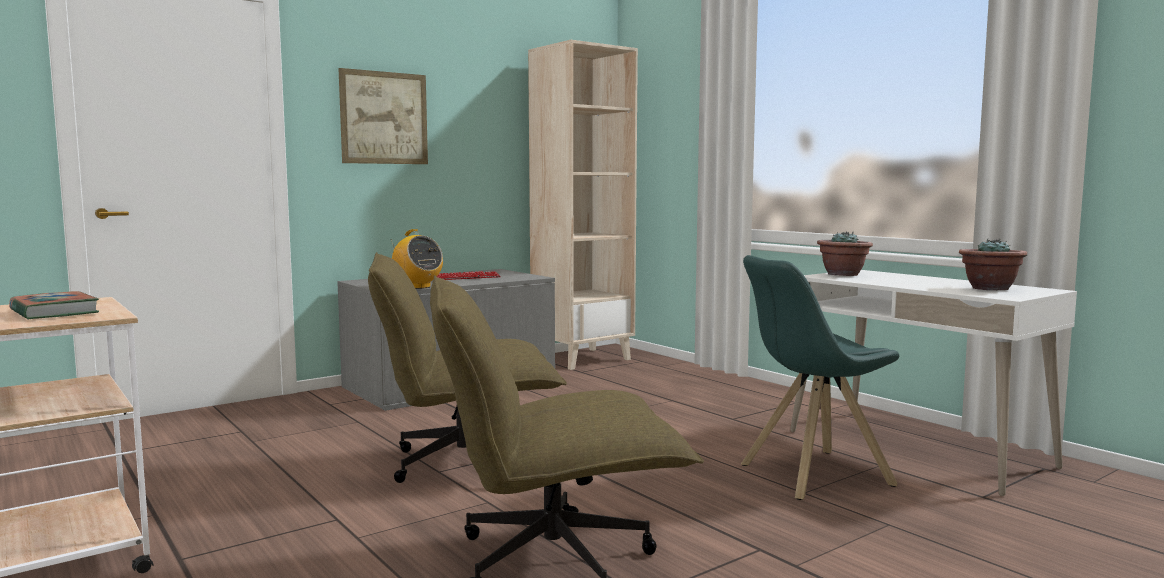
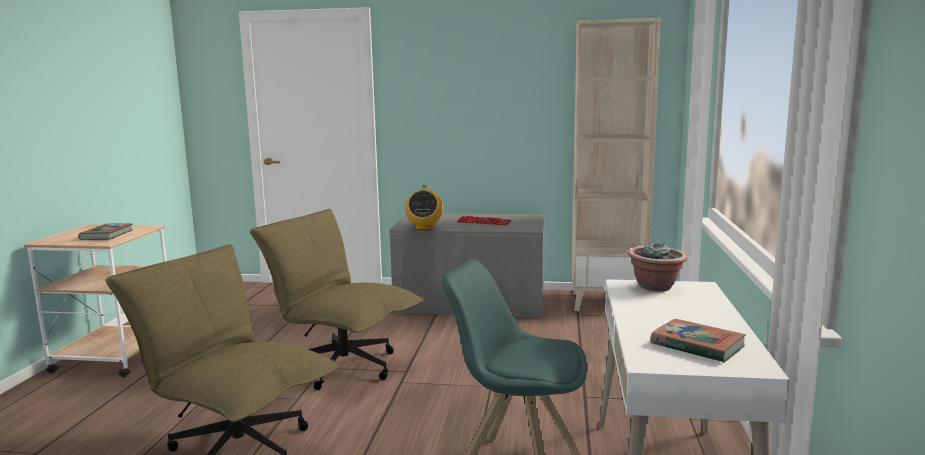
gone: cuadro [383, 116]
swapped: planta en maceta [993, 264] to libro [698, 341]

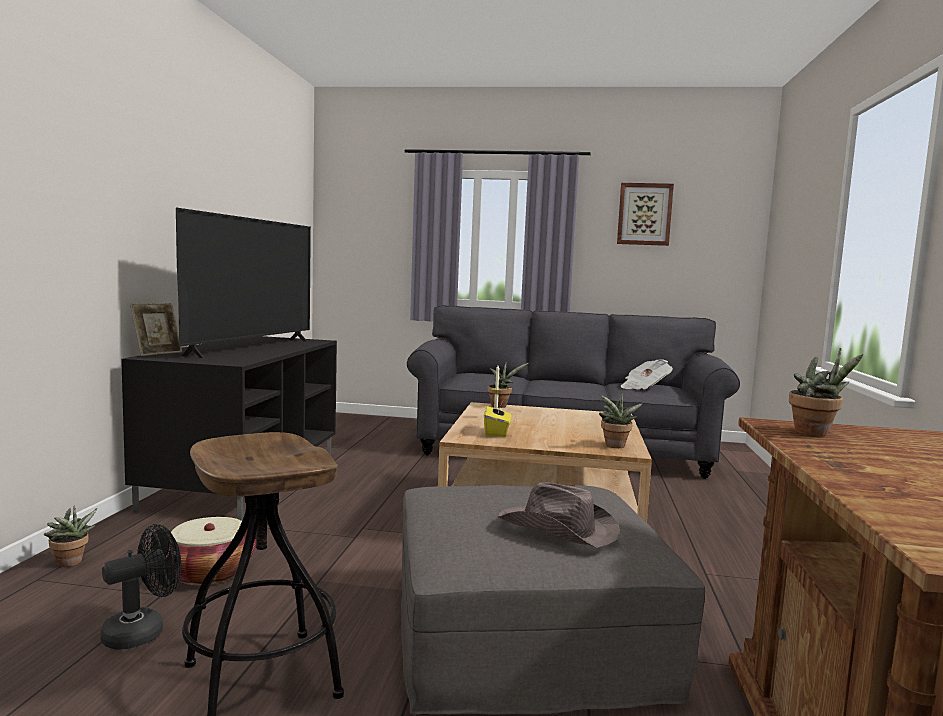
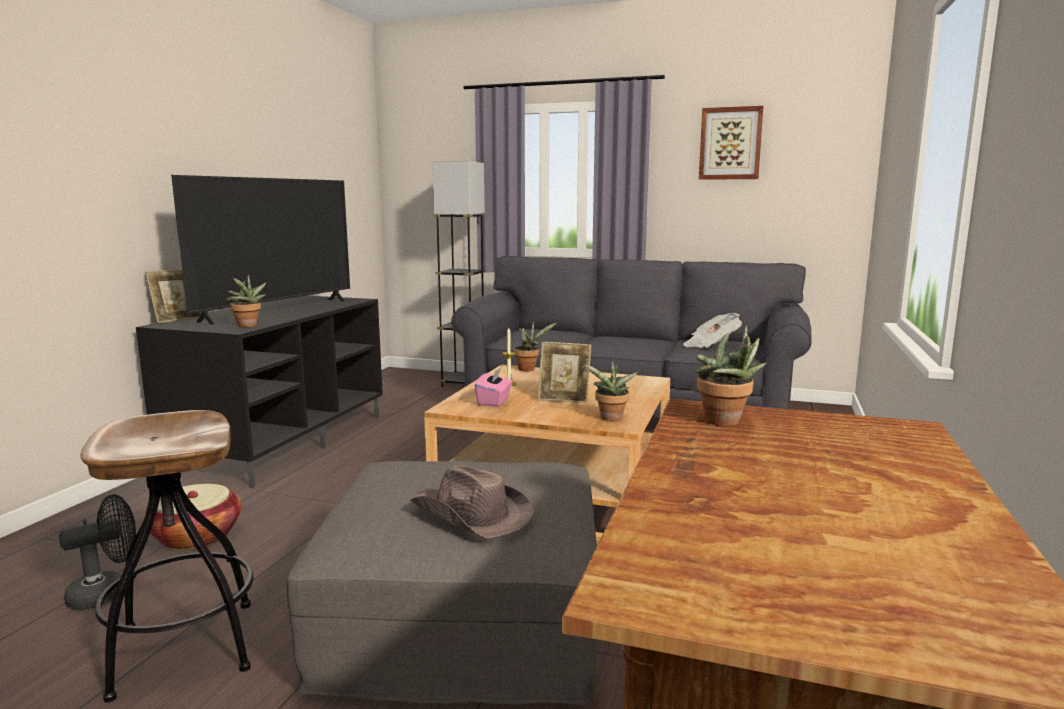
new: lámpara de pie (gris) [459, 274]; portarretratos [564, 372]
shifted: planta en maceta [70, 536] to [246, 301]
repainted: caja de pañuelos (amarillo) [497, 420] to caja de pañuelos (rosa) [493, 387]

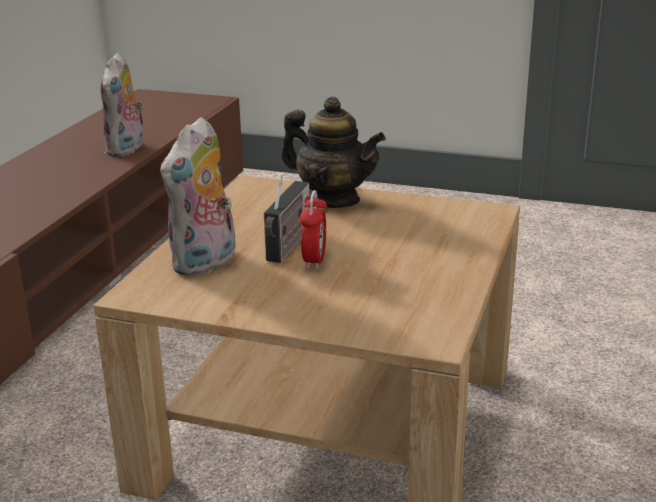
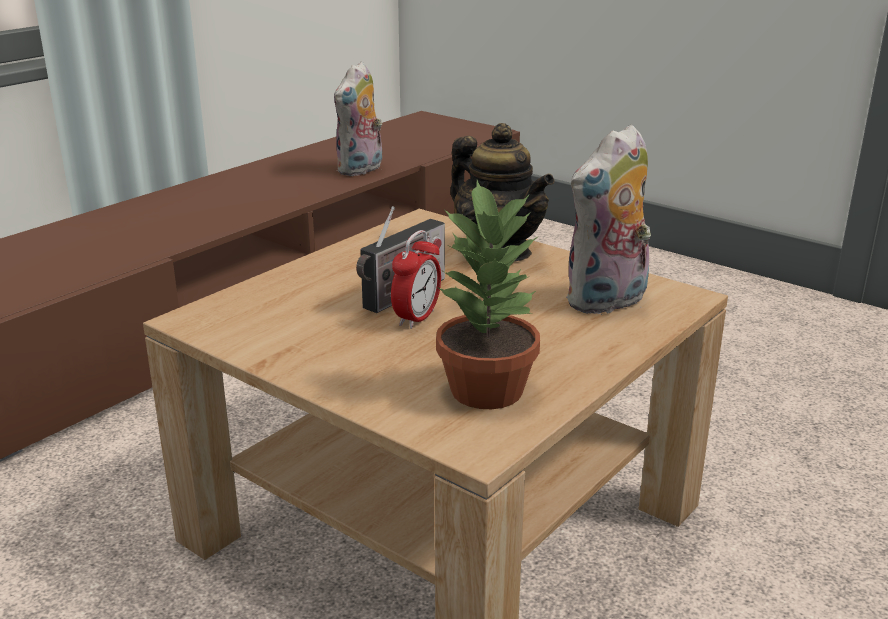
new: planta en maceta [488, 294]
shifted: peluche [197, 197] to [608, 219]

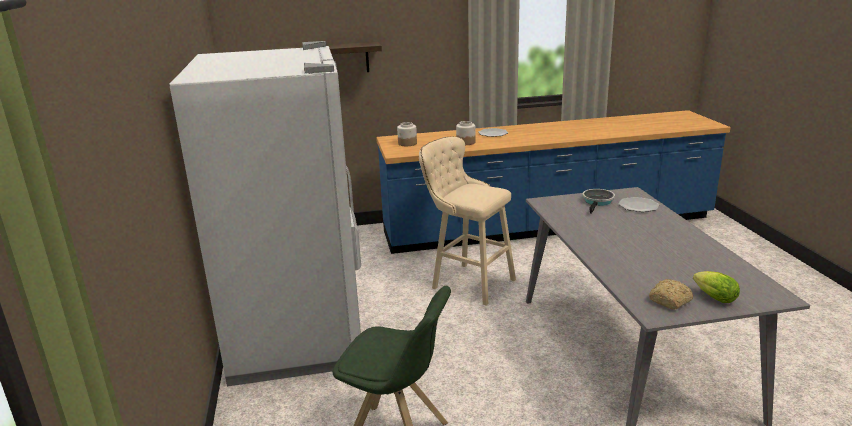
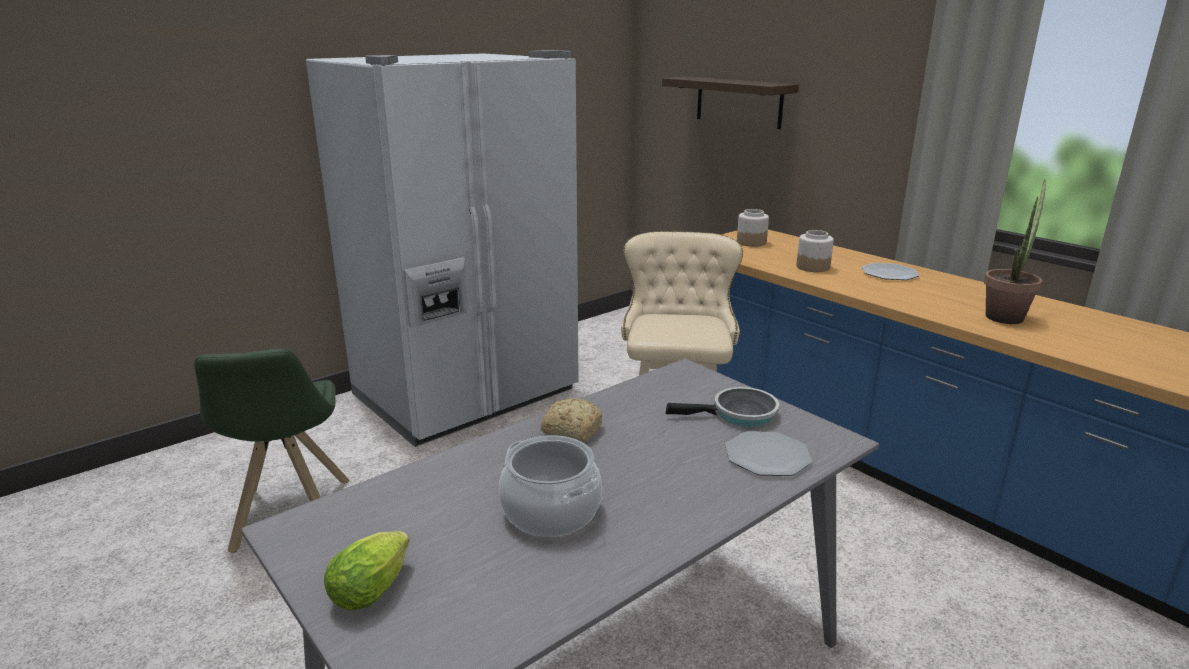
new: olla [550, 486]; planta en maceta [1015, 251]
shifted: pan [671, 294] to [571, 420]

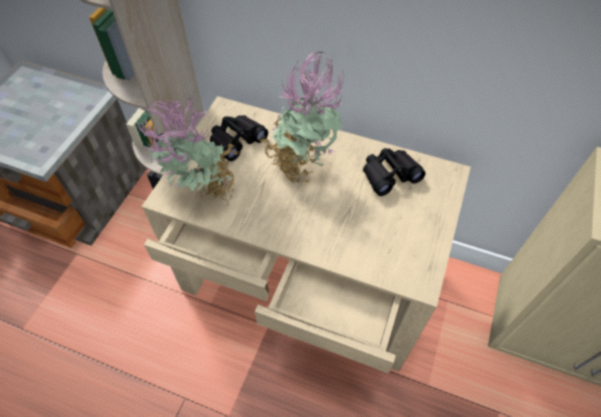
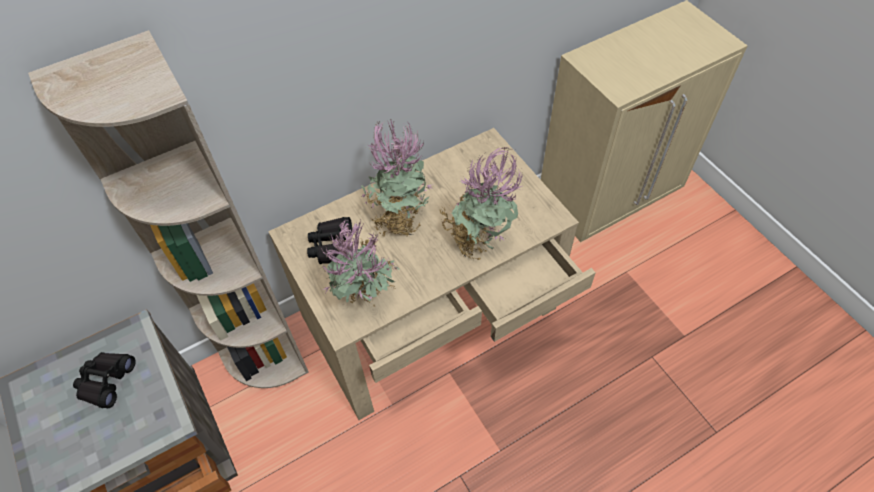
new: planta en maceta [481, 203]
shifted: prismáticos (negro) [394, 172] to [104, 380]

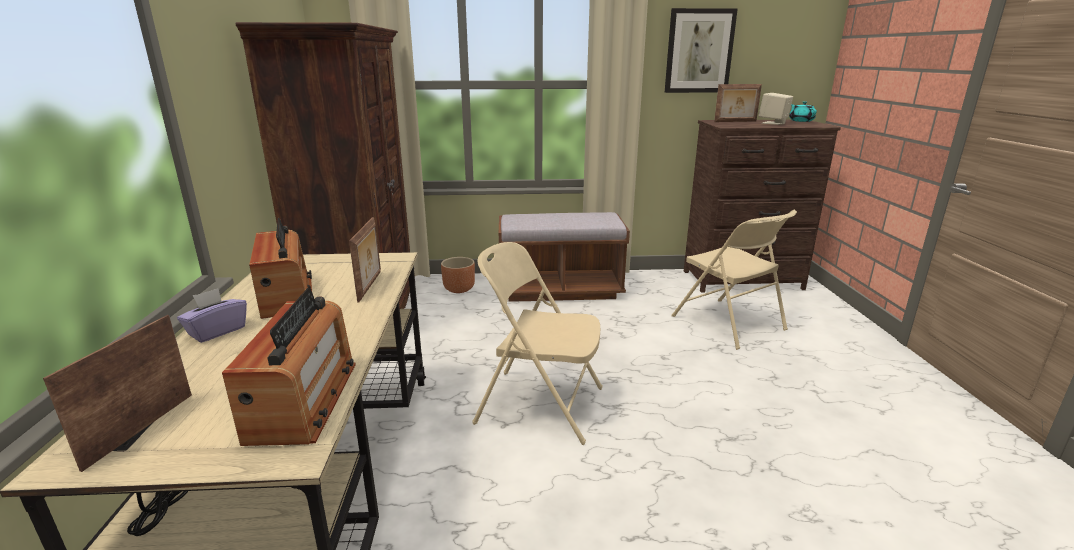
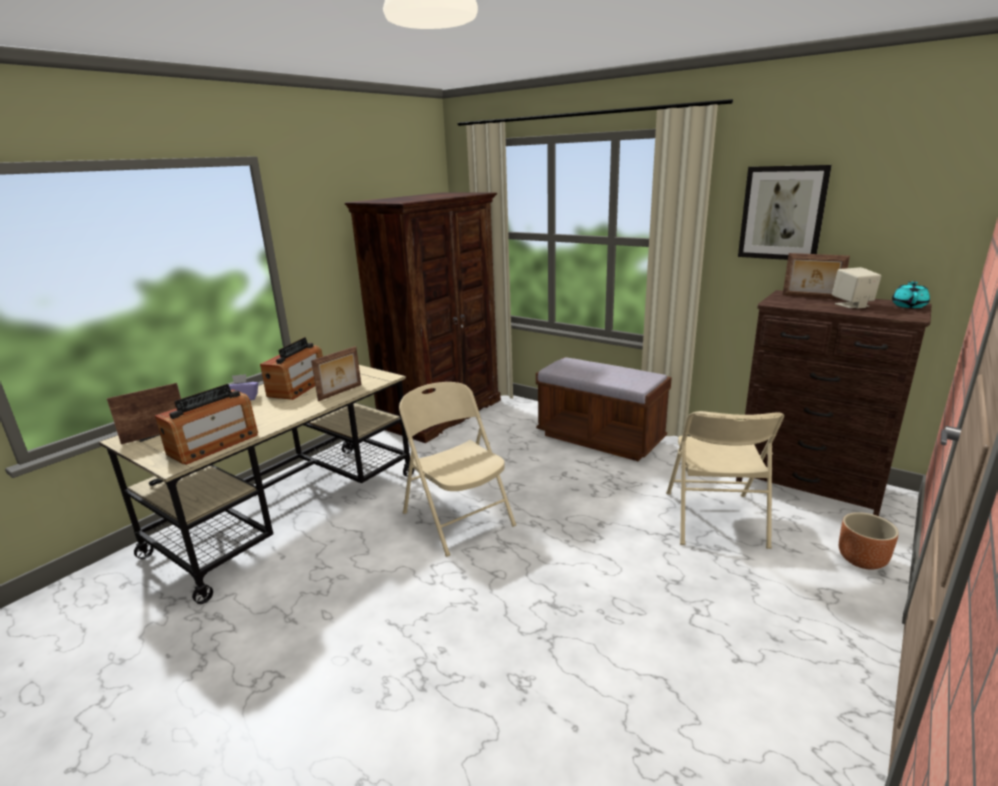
shifted: maceta (marrón) [458, 275] to [869, 540]

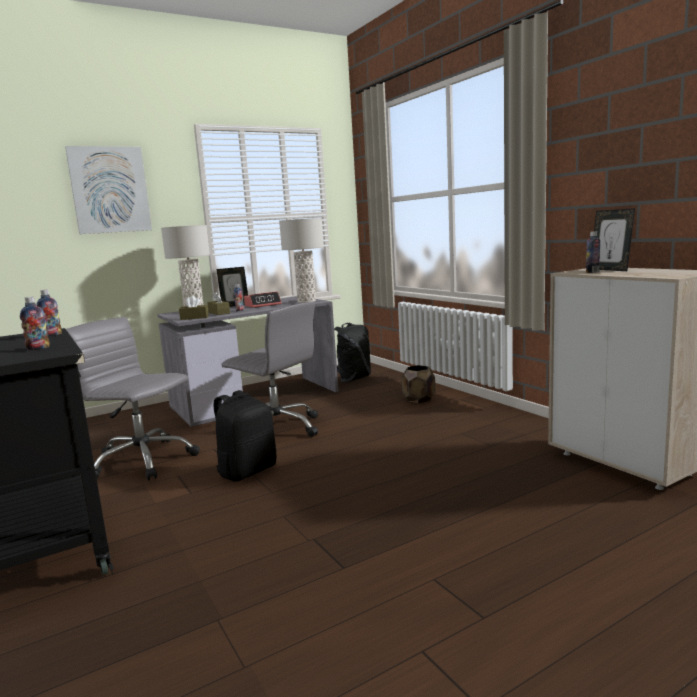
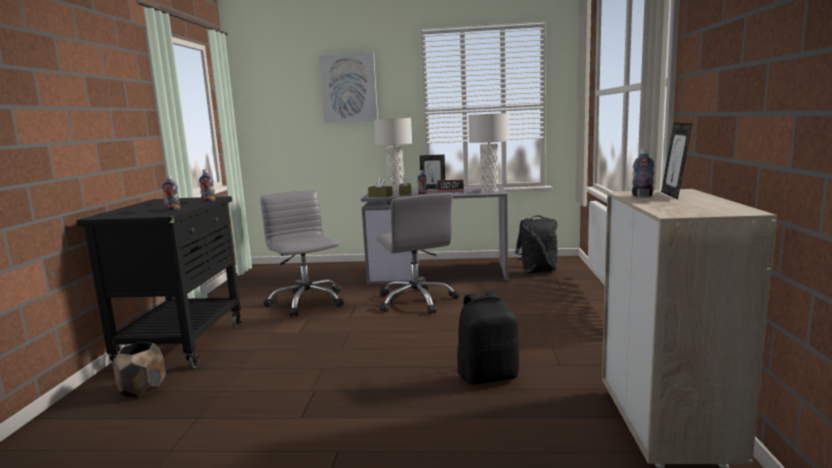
shifted: mochila (negro) [245, 436] to [488, 338]; maceta (marrón) [418, 384] to [139, 370]

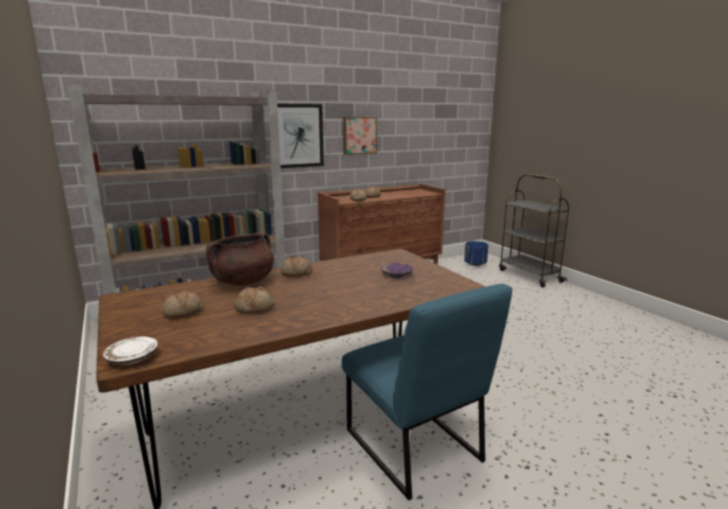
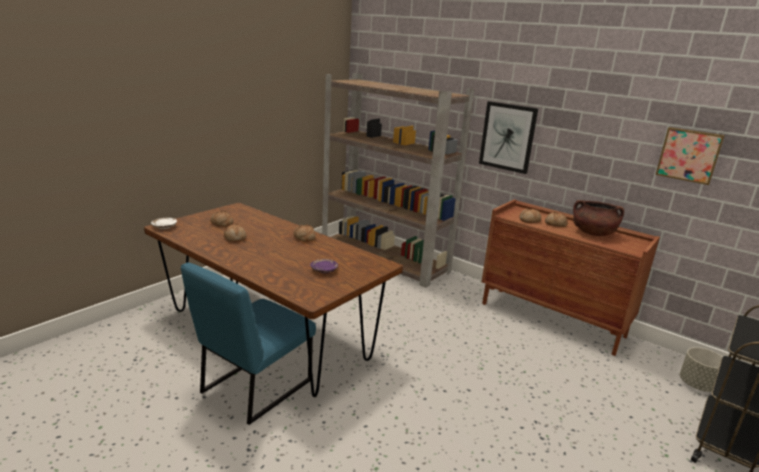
shifted: olla (marrón) [240, 258] to [598, 218]; cuadro [360, 136] to [690, 156]
repainted: maceta (azul) [476, 253] to maceta (gris) [701, 369]

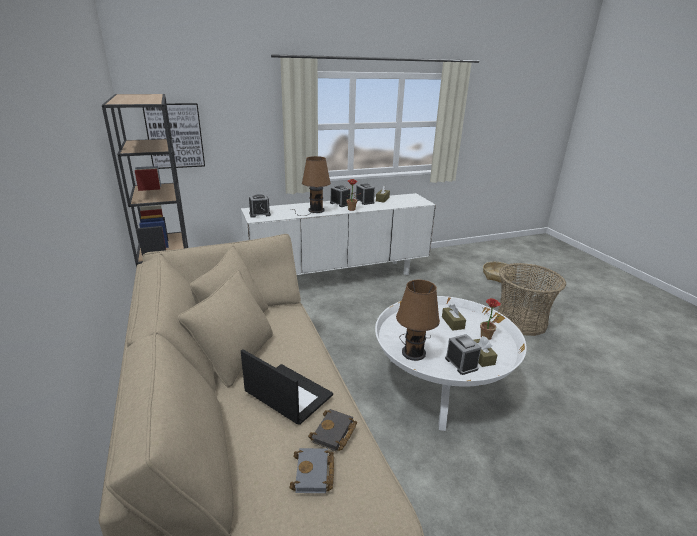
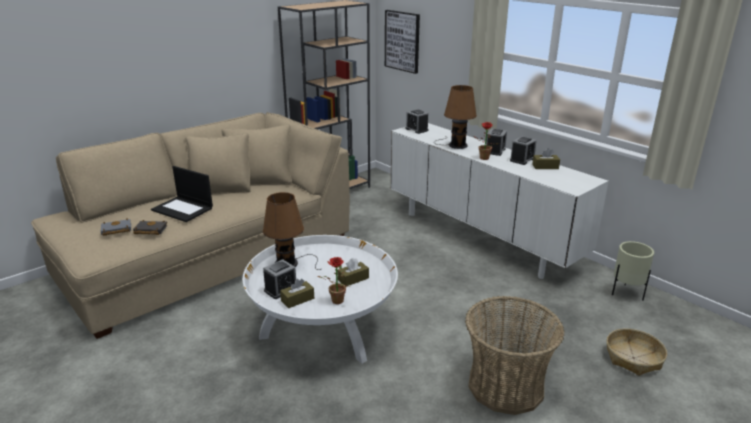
new: maceta (beis) [633, 271]
rotated: portátil [287, 387] = [182, 194] 105 degrees clockwise

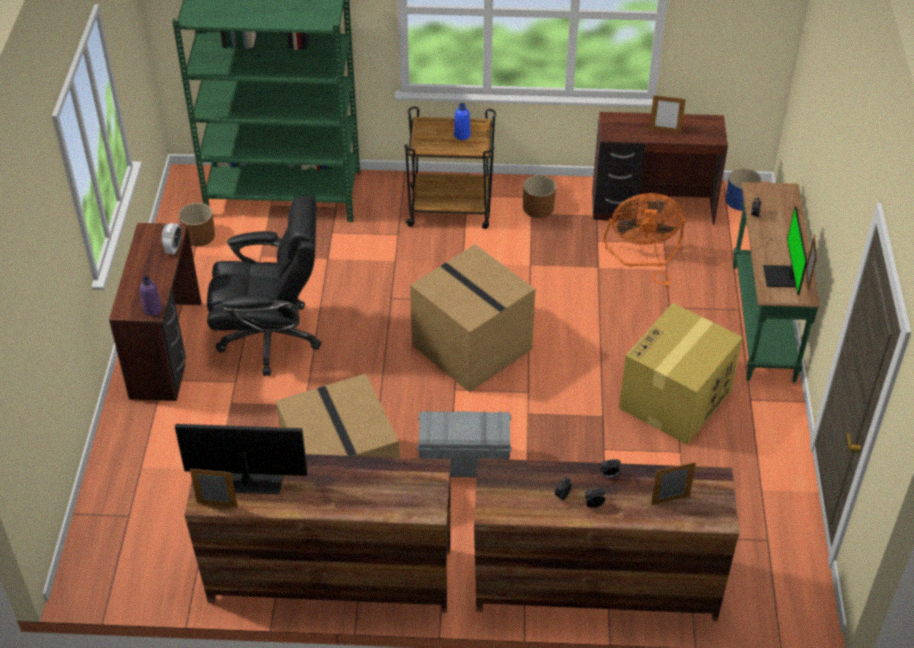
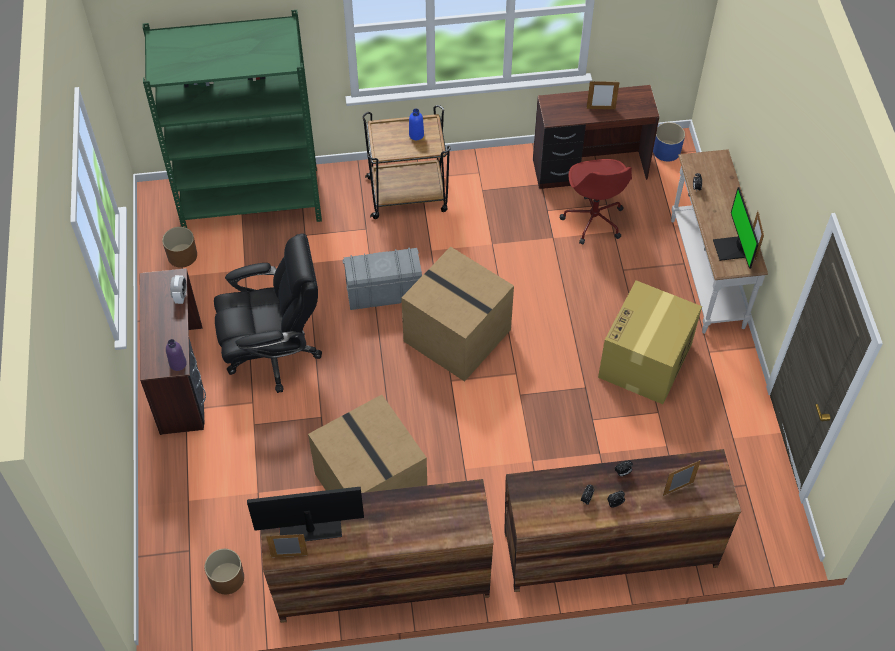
shifted: caja de almacenaje (gris) [464, 444] to [382, 279]; maceta (marrón) [539, 196] to [224, 571]
swapped: ventilador (naranja) [645, 240] to silla de oficina (rojo) [596, 201]
repainted: mesa consola (verde) [776, 282] to mesa consola (blanco) [719, 241]

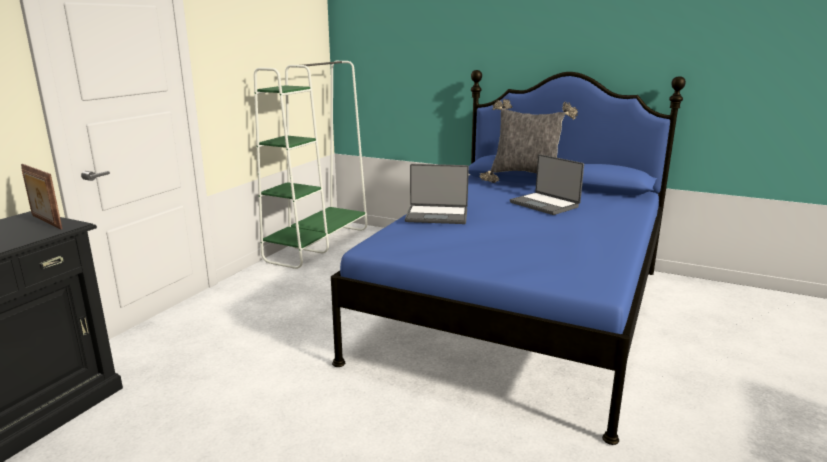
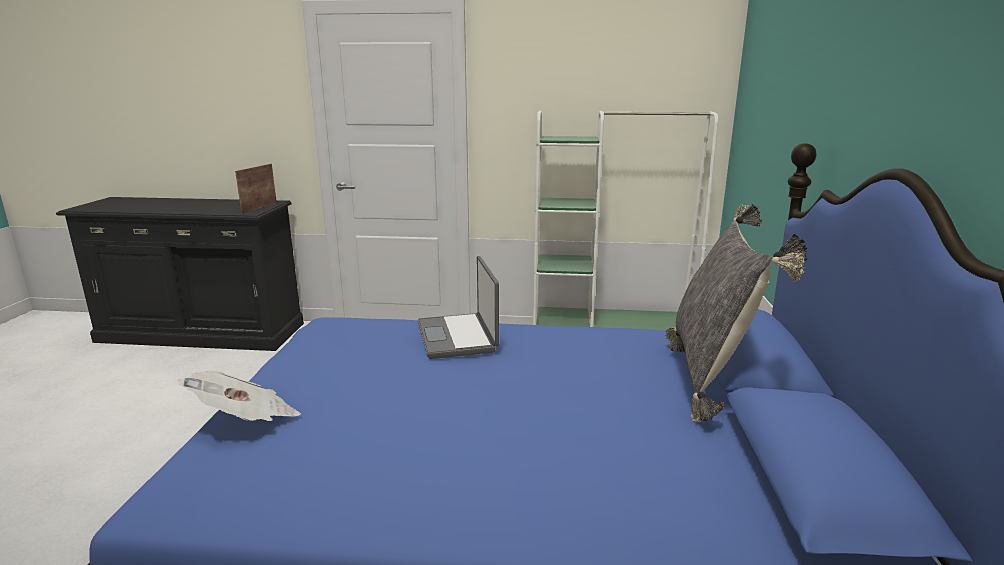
gone: portátil [547, 184]
new: periódico [239, 396]

